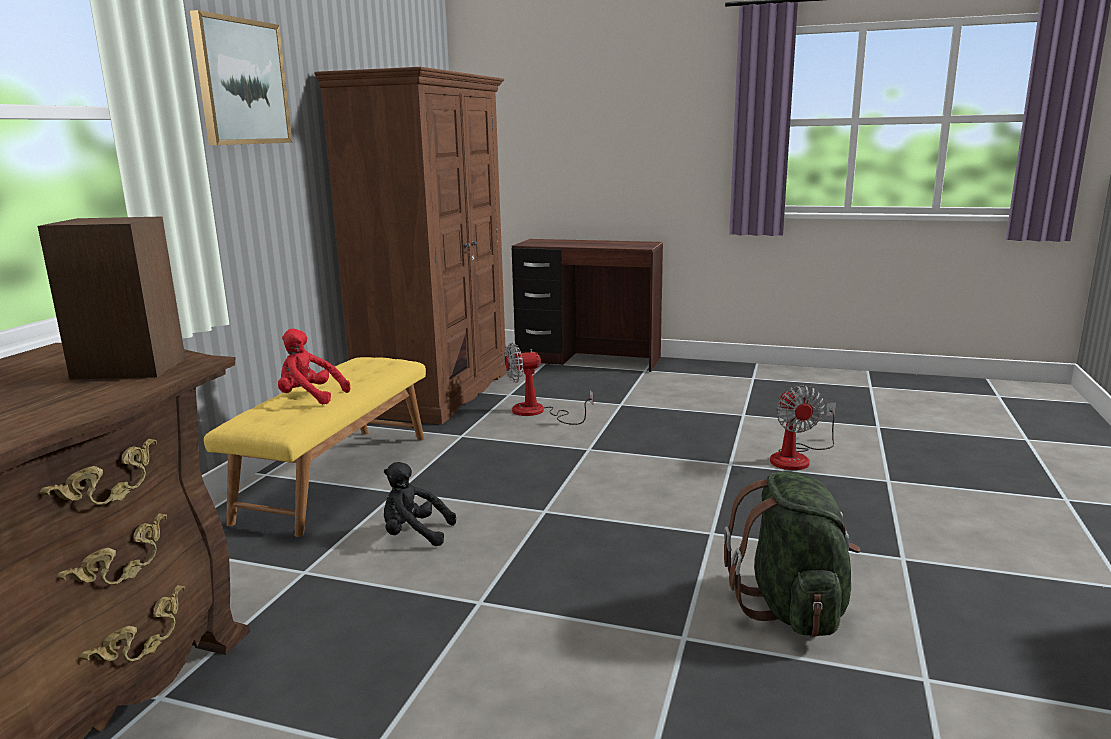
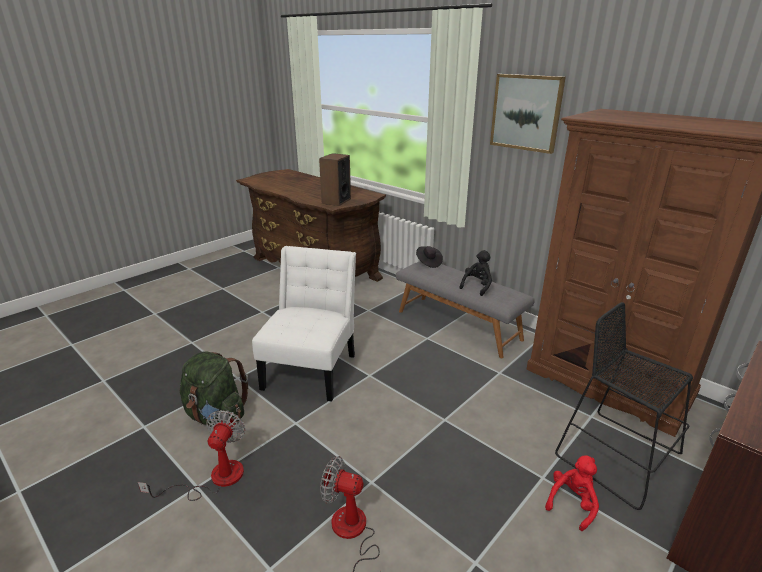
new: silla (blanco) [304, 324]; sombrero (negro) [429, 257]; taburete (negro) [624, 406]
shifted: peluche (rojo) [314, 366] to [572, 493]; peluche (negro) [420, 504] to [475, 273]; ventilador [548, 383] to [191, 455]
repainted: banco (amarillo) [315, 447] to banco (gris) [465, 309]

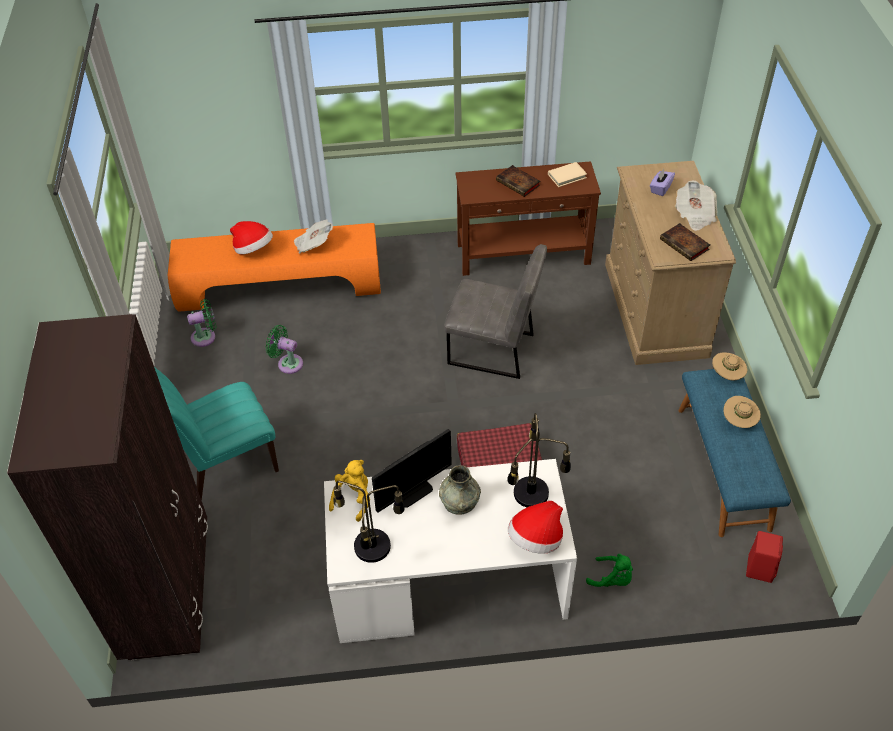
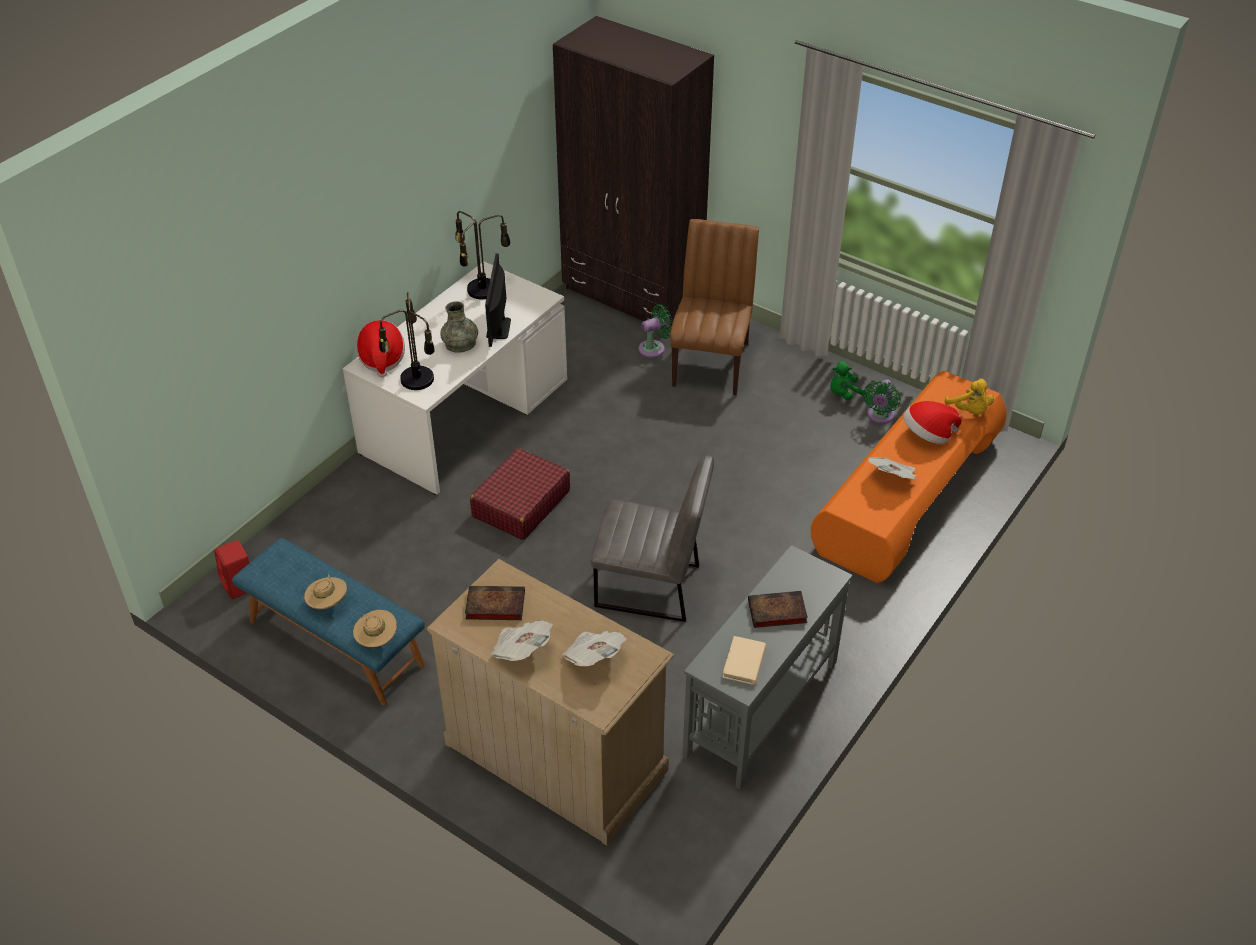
shifted: ventilador (verde) [284, 349] to [656, 331]; peluche (amarillo) [349, 491] to [969, 396]; peluche (verde) [609, 570] to [849, 380]
swapped: caja de pañuelos (morado) [662, 182] to periódico [594, 648]
repainted: silla (turquesa) [216, 434] to silla (marrón) [714, 307]; mesa consola (marrón) [528, 218] to mesa consola (gris) [767, 667]
rotated: silla (gris) [495, 311] = [652, 538] 135 degrees counterclockwise

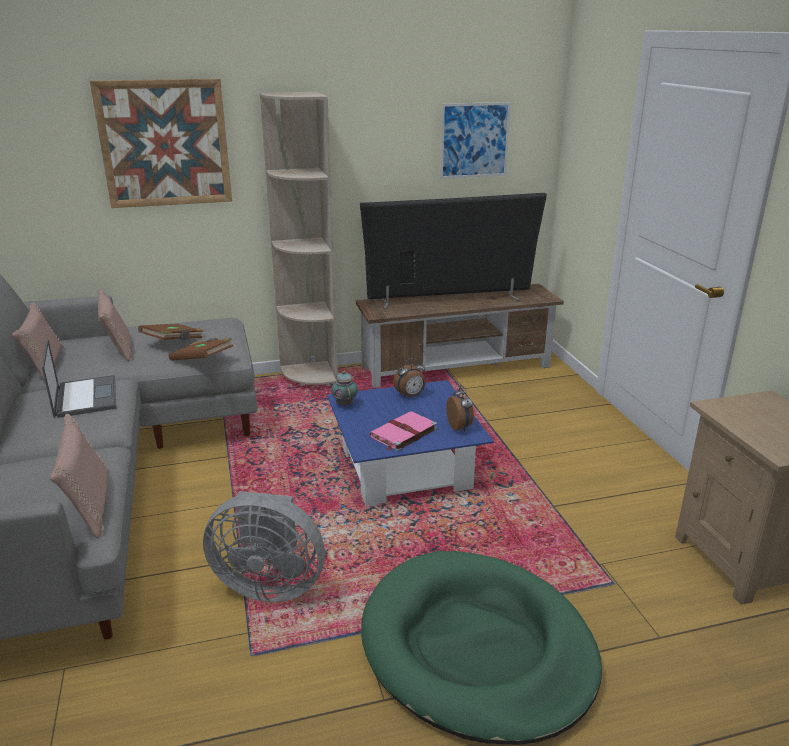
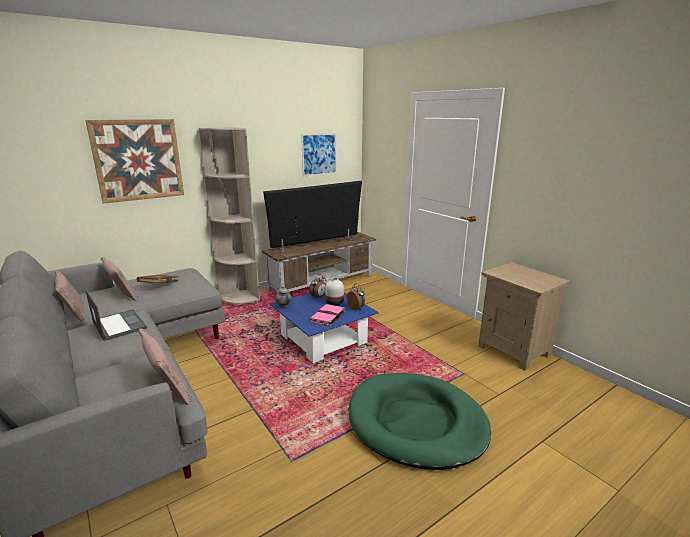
gone: libro (marrón) [201, 349]; ventilador (gris) [264, 546]
new: florero (blanco) [334, 291]

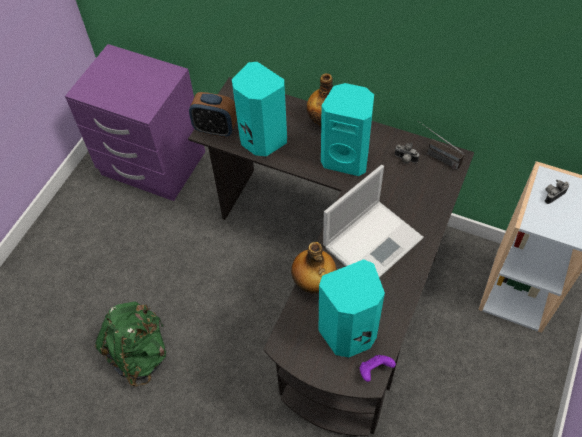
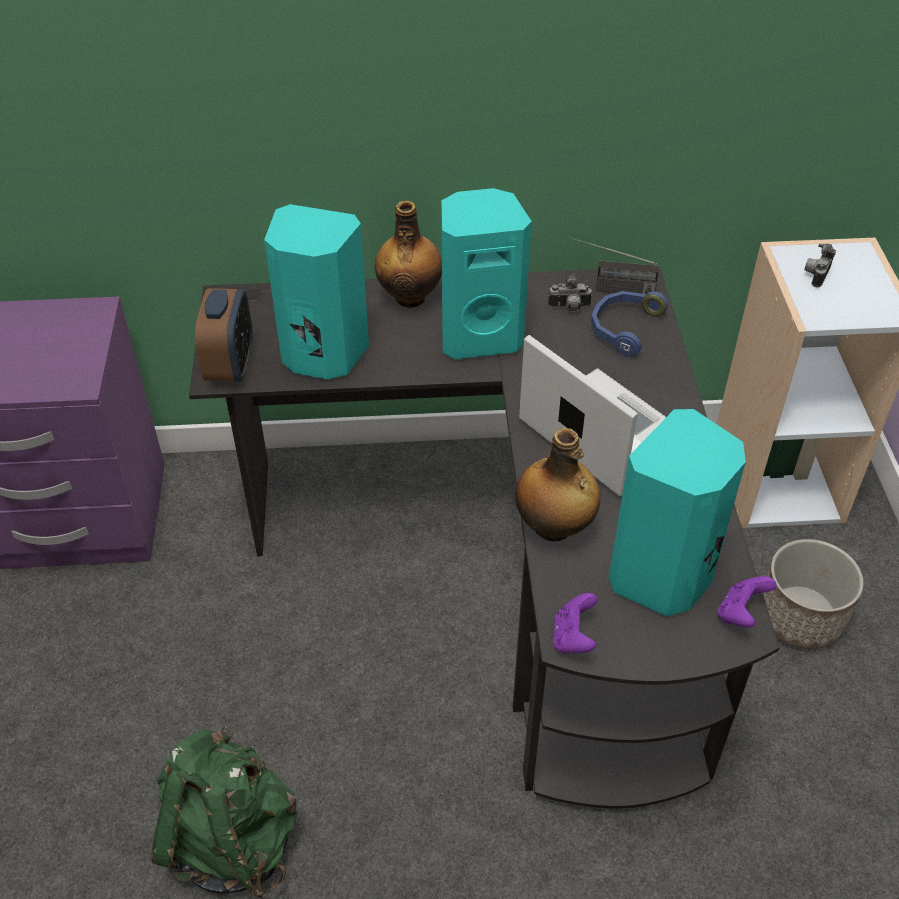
new: mando de consola (morado) [575, 623]; auriculares (azul) [629, 324]; maceta [813, 594]
rotated: despertador [213, 114] = [224, 335] 75 degrees counterclockwise; portátil [373, 221] = [592, 415] 60 degrees counterclockwise

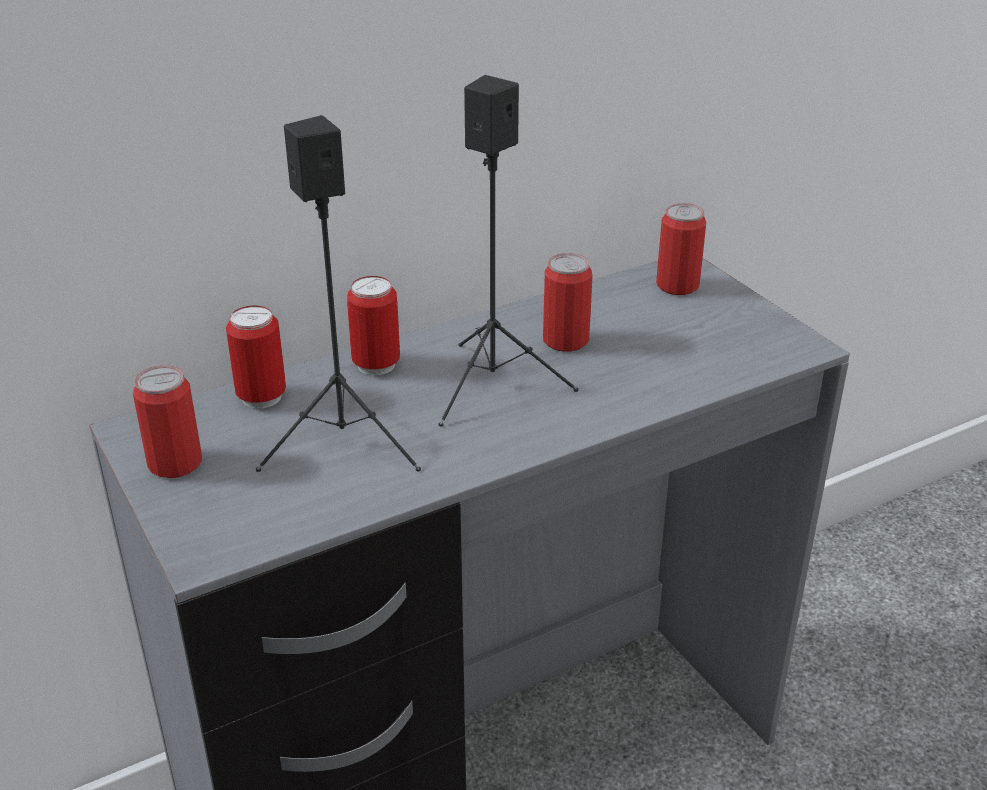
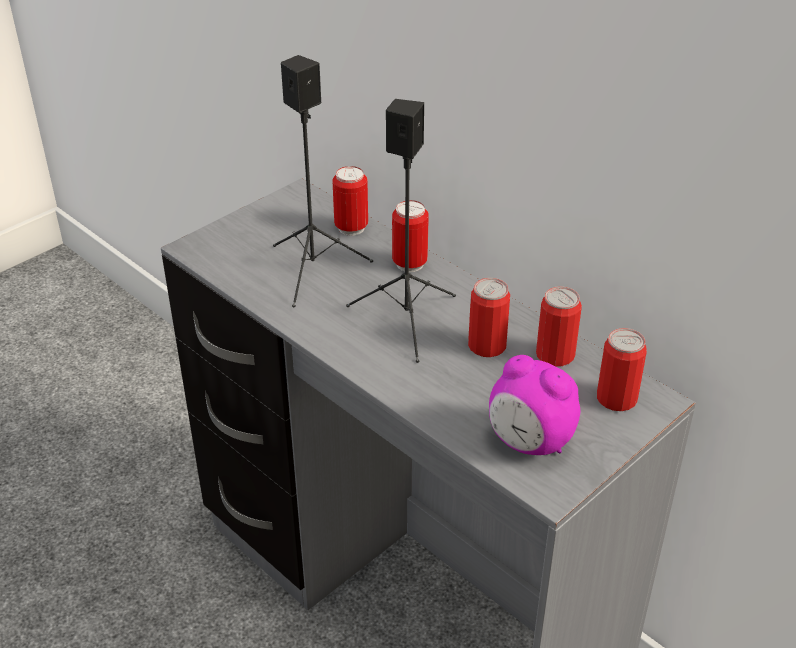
new: despertador [534, 405]
shifted: lata [167, 421] to [559, 326]

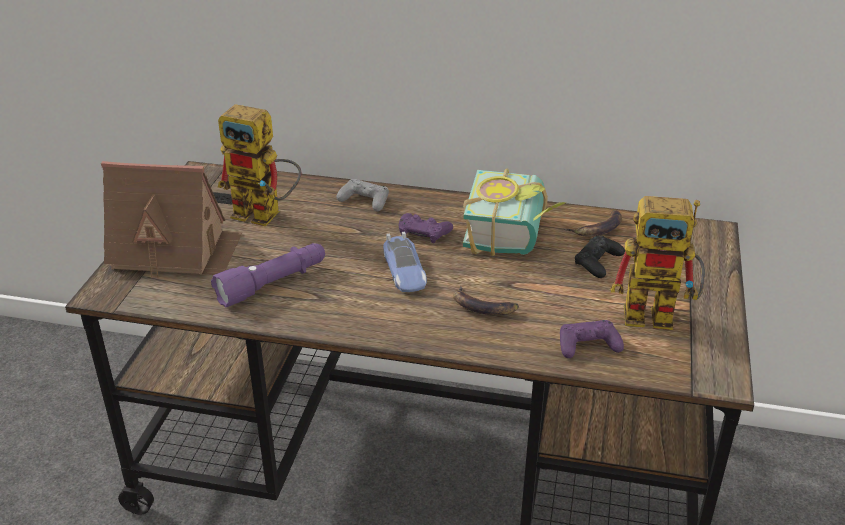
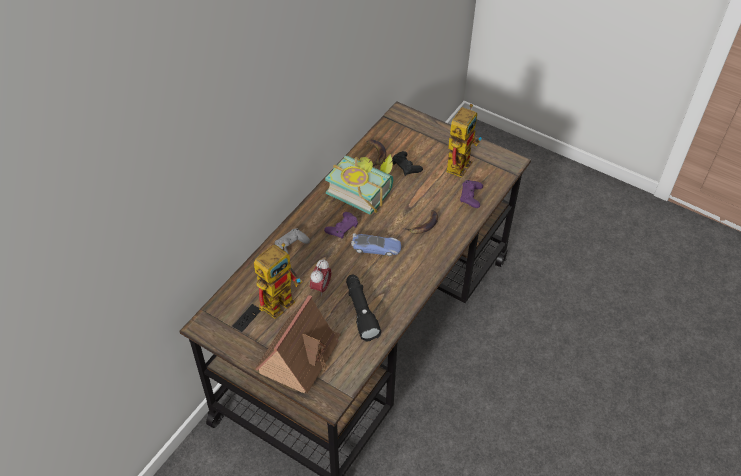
new: despertador [320, 277]
repainted: linterna (morado) [268, 275] to linterna (negro) [363, 308]

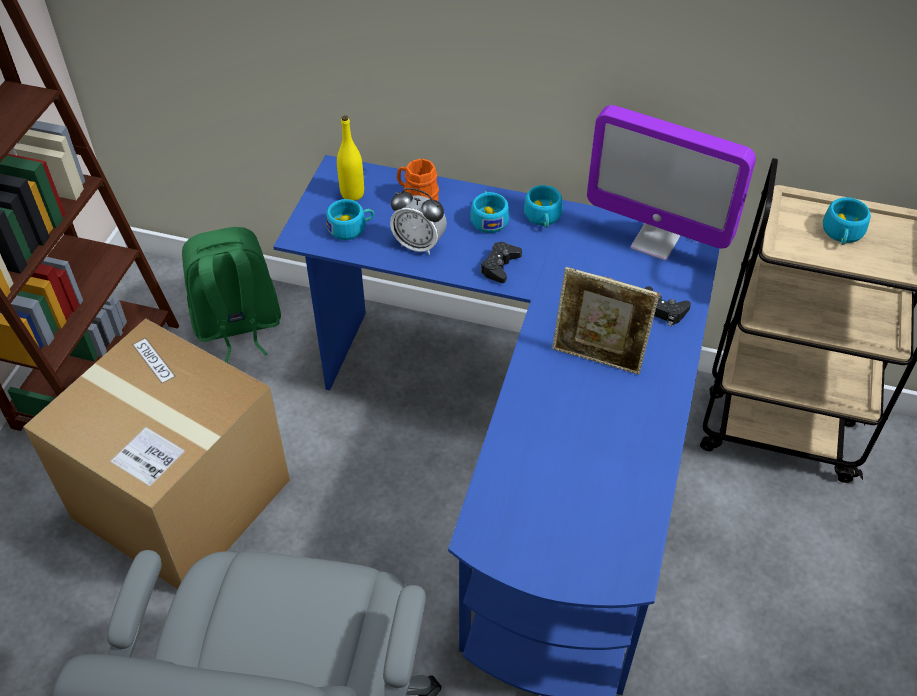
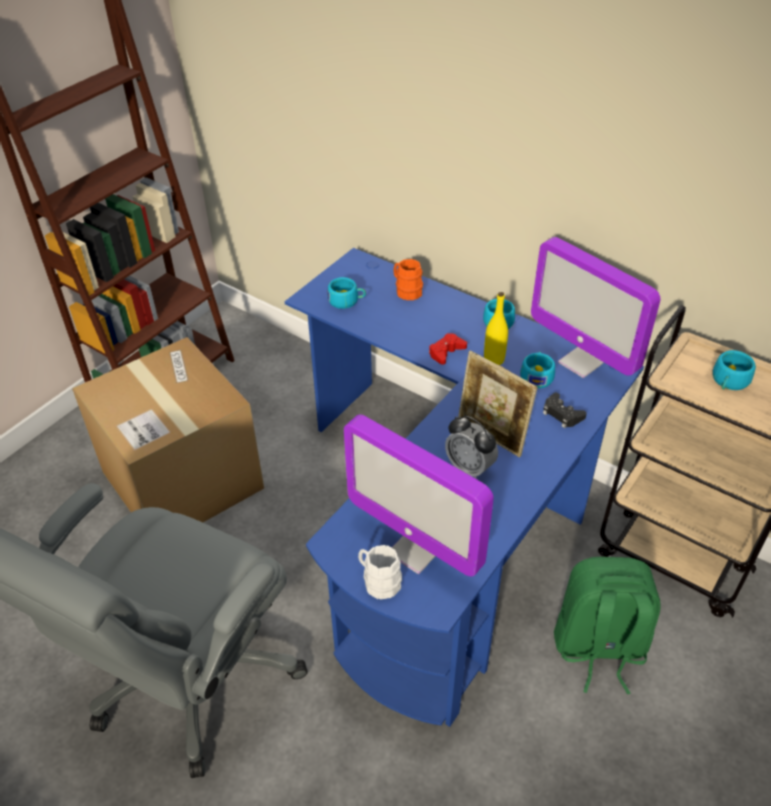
new: monitor [419, 495]; taza grande (blanco) [380, 572]
shifted: mochila (verde) [231, 295] to [607, 625]; botella (amarillo) [350, 158] to [496, 328]; despertador [418, 221] to [471, 447]; taza (turquesa) [489, 212] to [537, 370]
repainted: mando de consola (negro) [501, 262] to mando de consola (rojo) [448, 349]

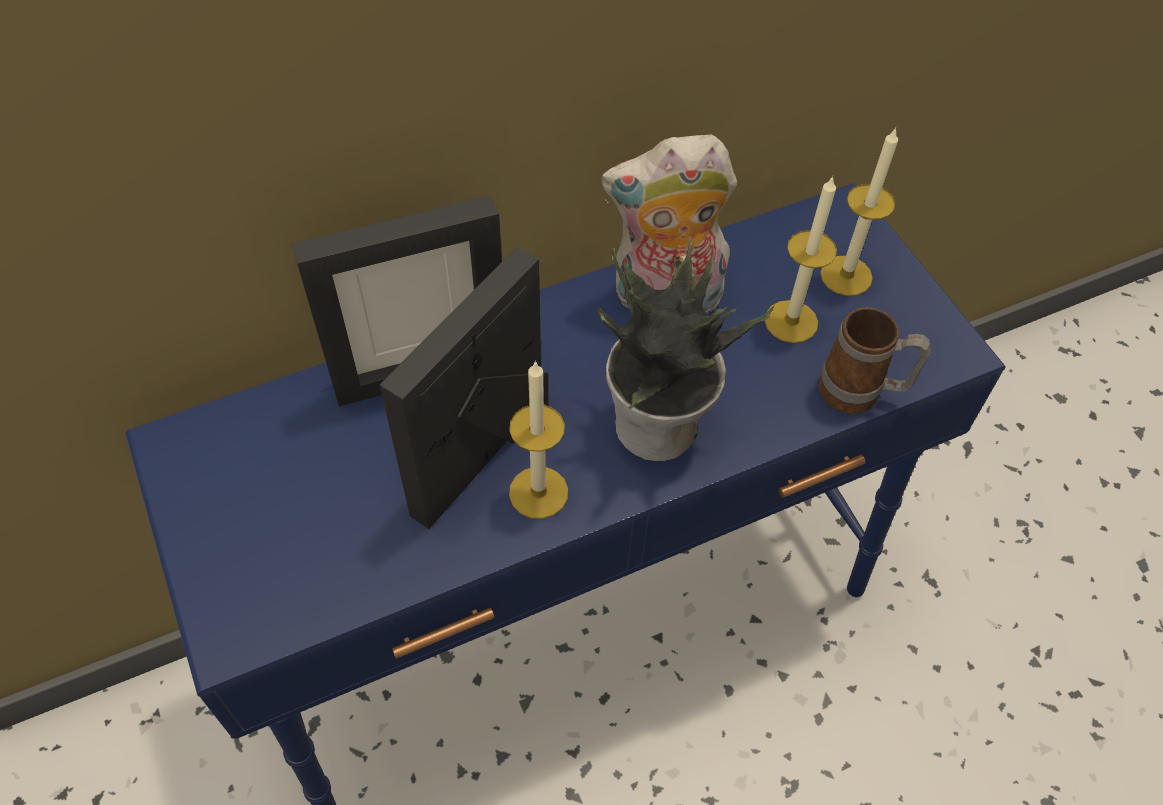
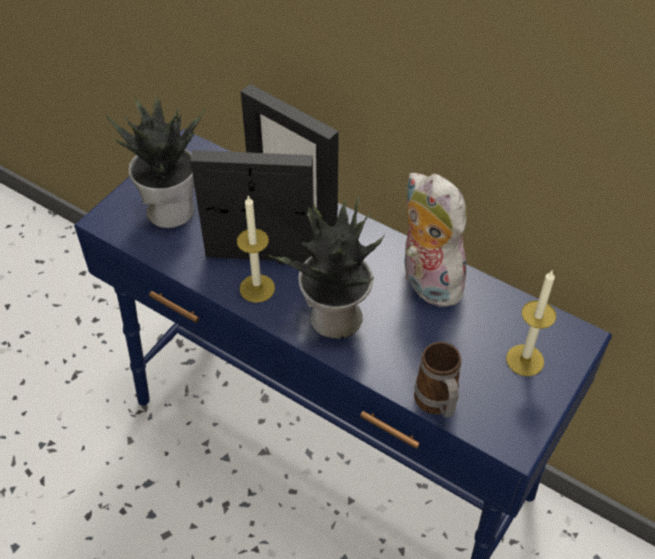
gone: vela [801, 259]
new: planta en maceta [155, 161]

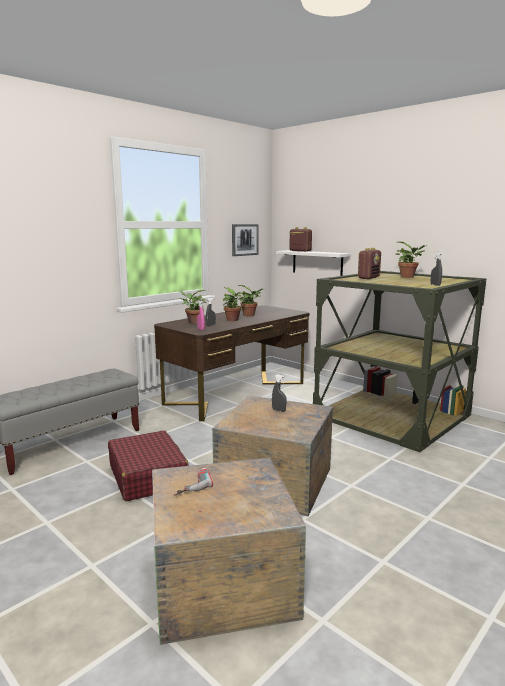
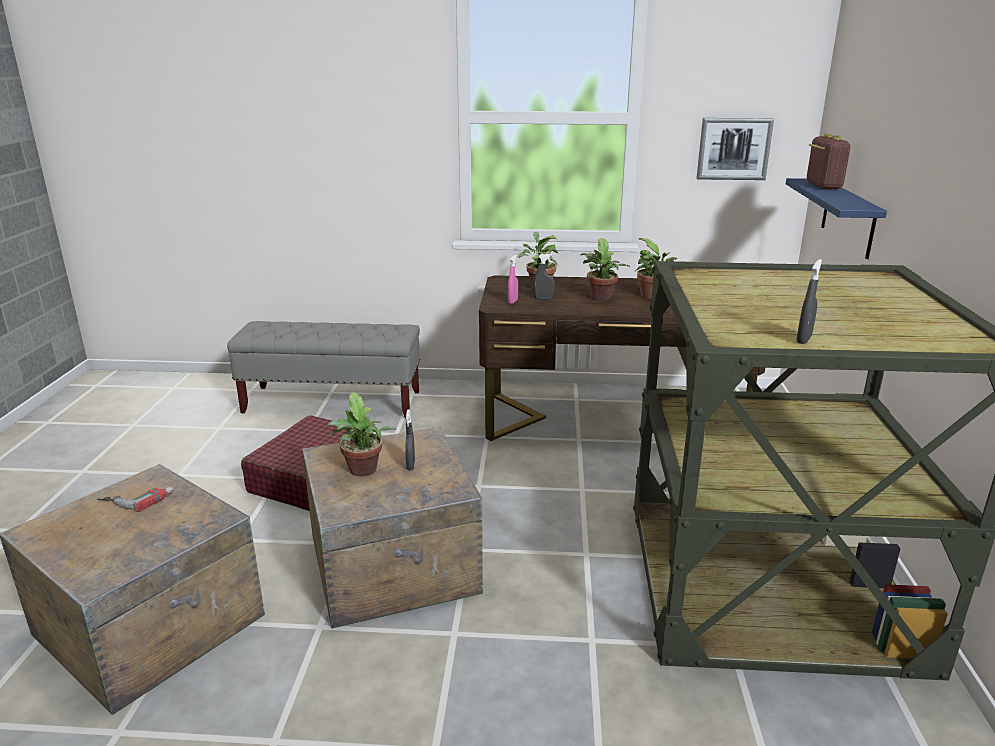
gone: radio [369, 263]
shifted: planta en maceta [411, 260] to [361, 434]
repainted: estante (blanco) [313, 263] to estante (azul) [836, 218]

